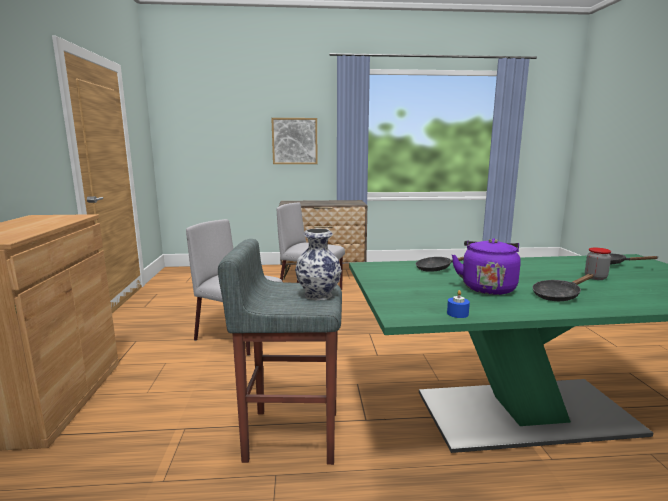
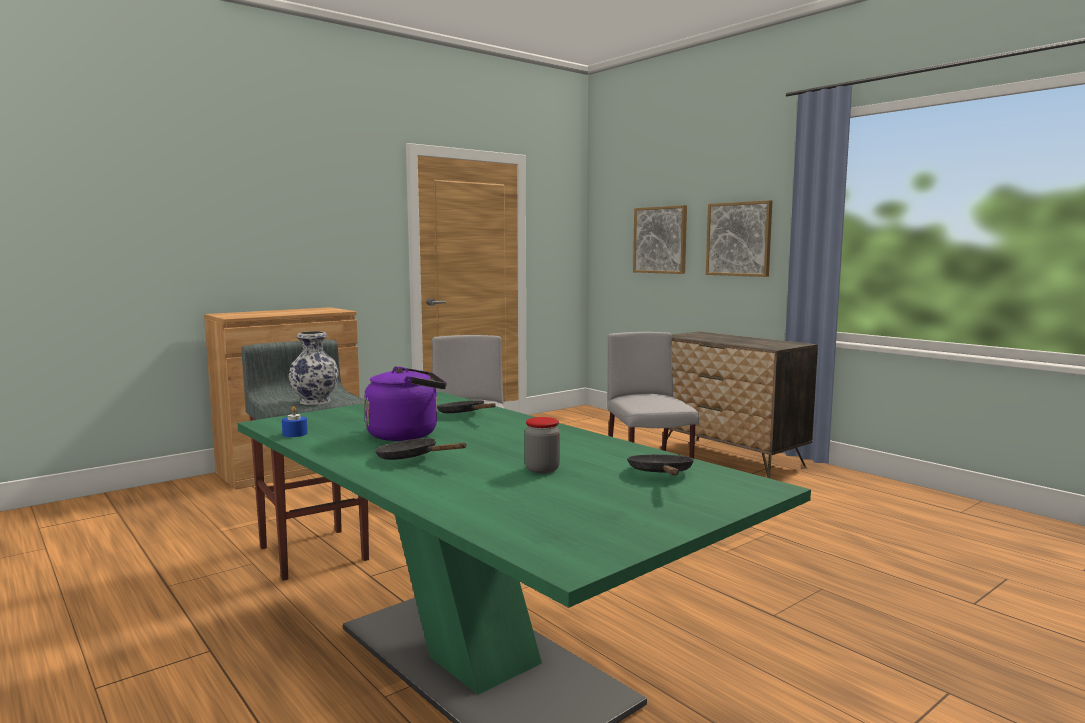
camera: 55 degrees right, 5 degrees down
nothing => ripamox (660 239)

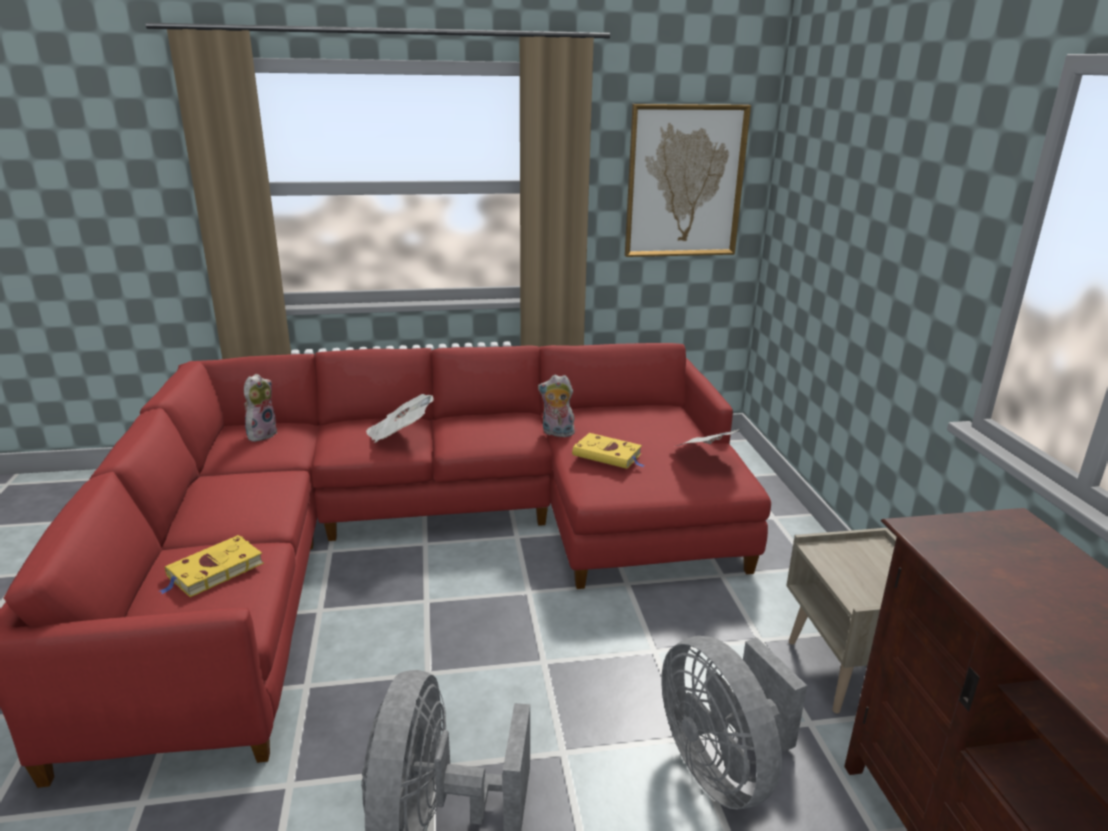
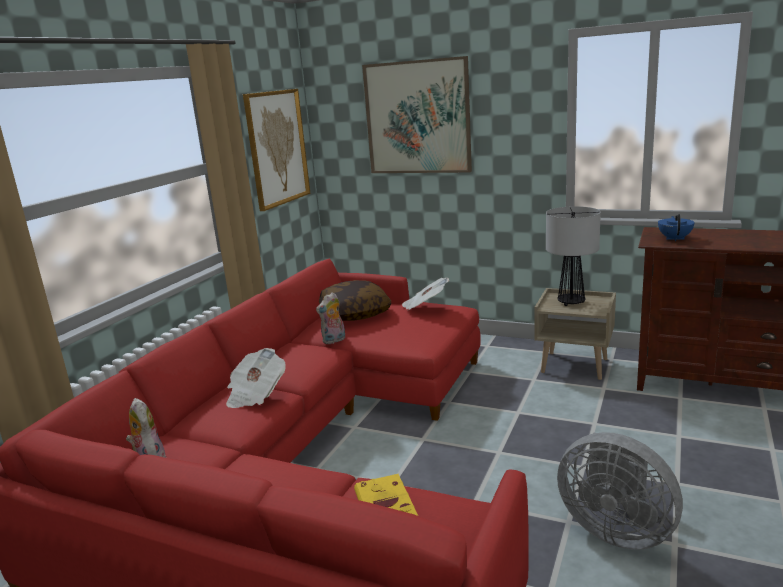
camera: 55 degrees left, 5 degrees down
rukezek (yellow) (608 451) => nothing
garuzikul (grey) (734 722) => nothing
nothing => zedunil (355 300)
nothing => ripamox (417 114)
nothing => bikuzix (573 256)
nothing => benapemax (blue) (676 227)

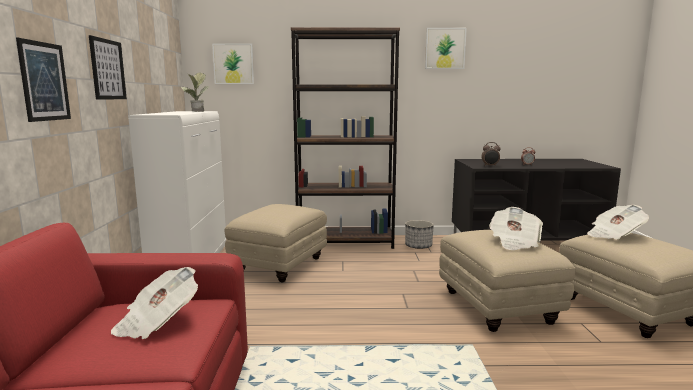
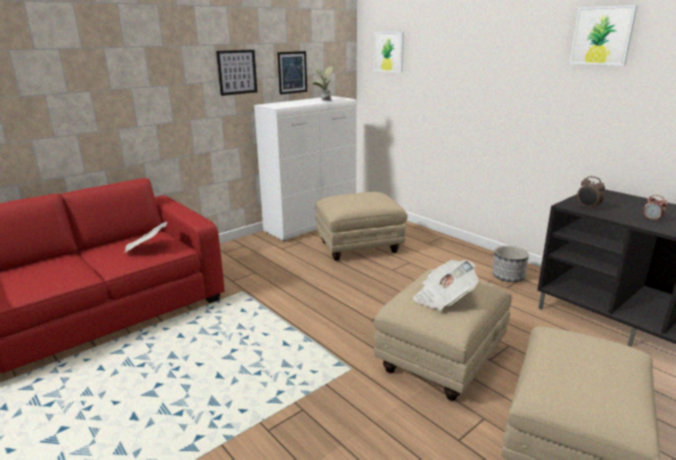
camera: 50 degrees right, 10 degrees up
ripamox (43 80) => ripamox (292 73), moved
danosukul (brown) (345 138) => nothing
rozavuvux (618 222) => nothing

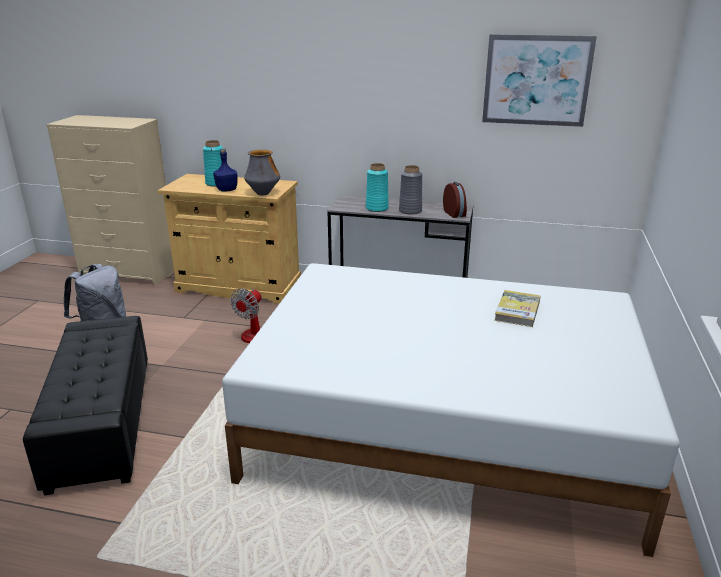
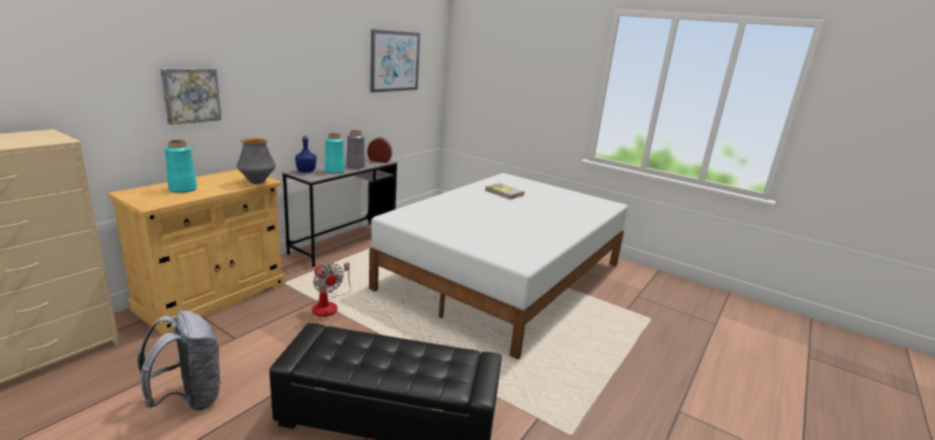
camera: 70 degrees left, 5 degrees down
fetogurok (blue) (225 170) => fetogurok (blue) (305 154), moved
nothing => ripamox (190 96)

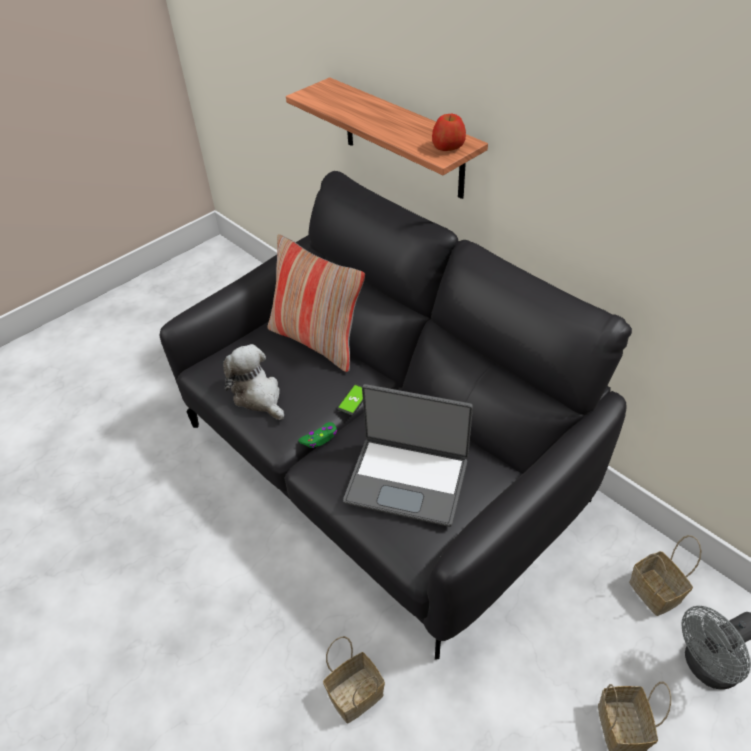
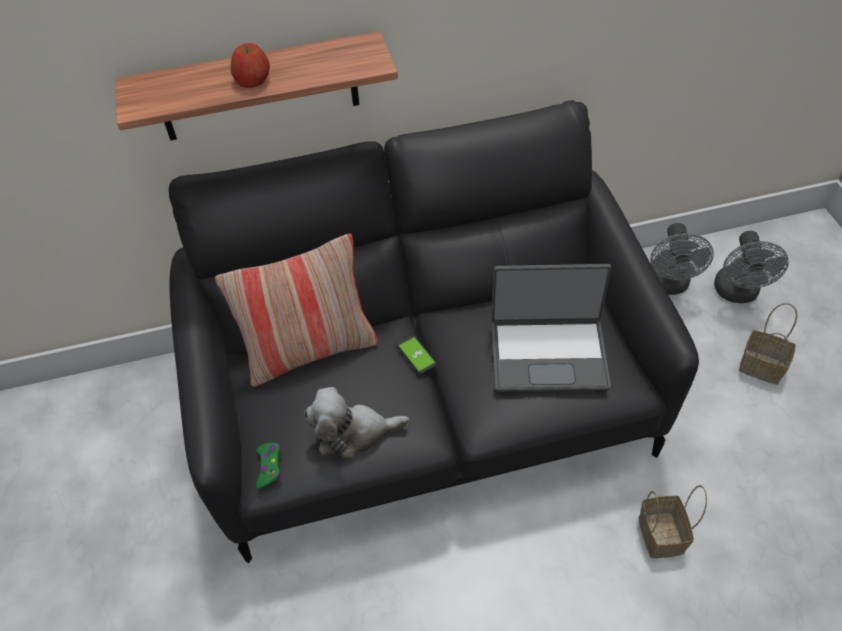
camera: 60 degrees left, 5 degrees up
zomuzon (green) (317 435) => zomuzon (green) (268 466), moved
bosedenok (408 455) => bosedenok (551 328), 45 degrees clockwise
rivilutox (449 132) => rivilutox (250 65), moved
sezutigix (665 575) => garuzikul (grey) (682 259)

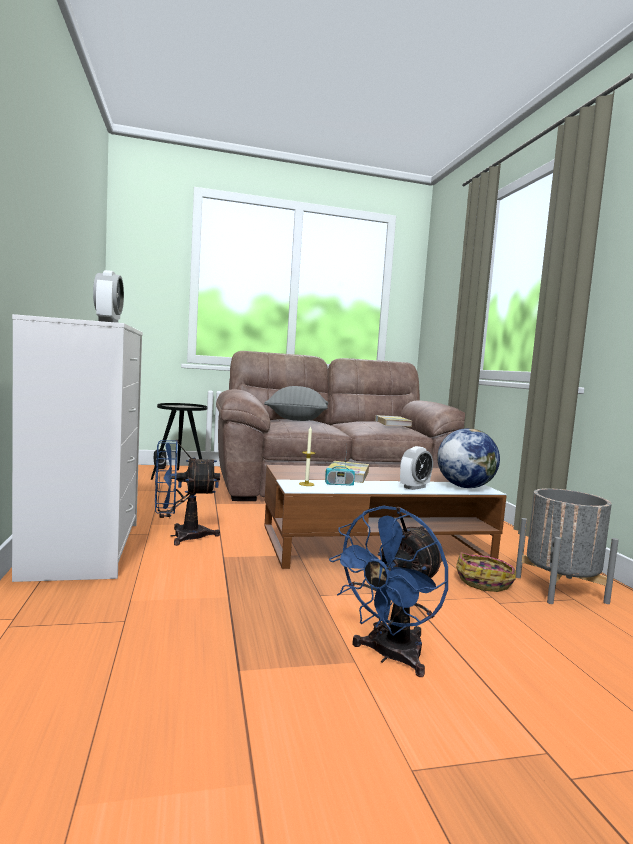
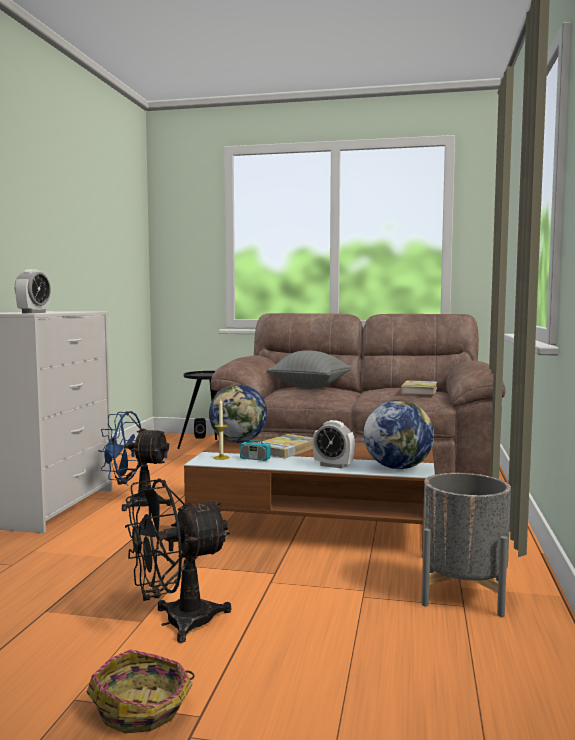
camera: 25 degrees right, 0 degrees up
garuzikul (blue) (388 591) => garuzikul (black) (178 560)
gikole (416 468) => gikole (334 444), 45 degrees clockwise
sezutigix (486 572) => sezutigix (140 691), moved
nothing => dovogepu (238 413)

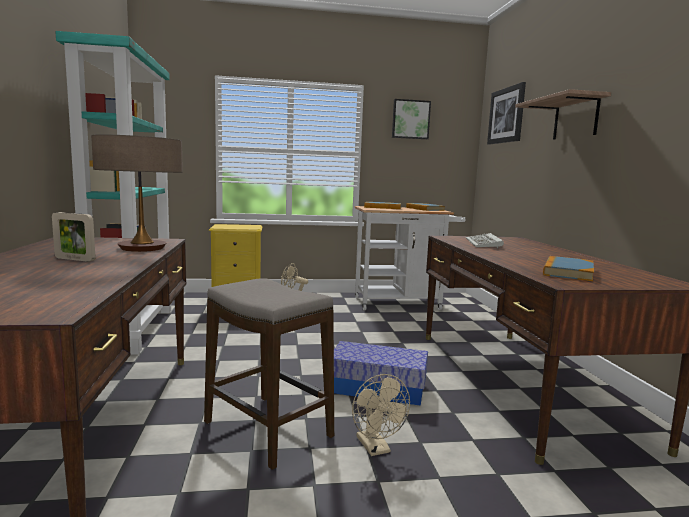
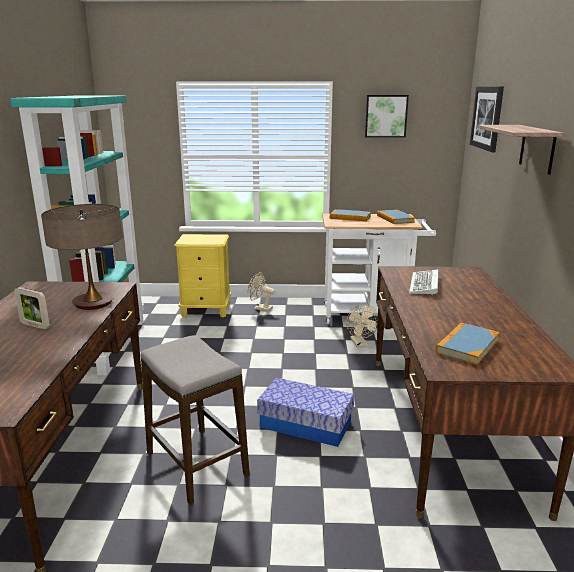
camera: 10 degrees right, 10 degrees up
garuzikul (beige) (381 415) => garuzikul (beige) (362 325), moved

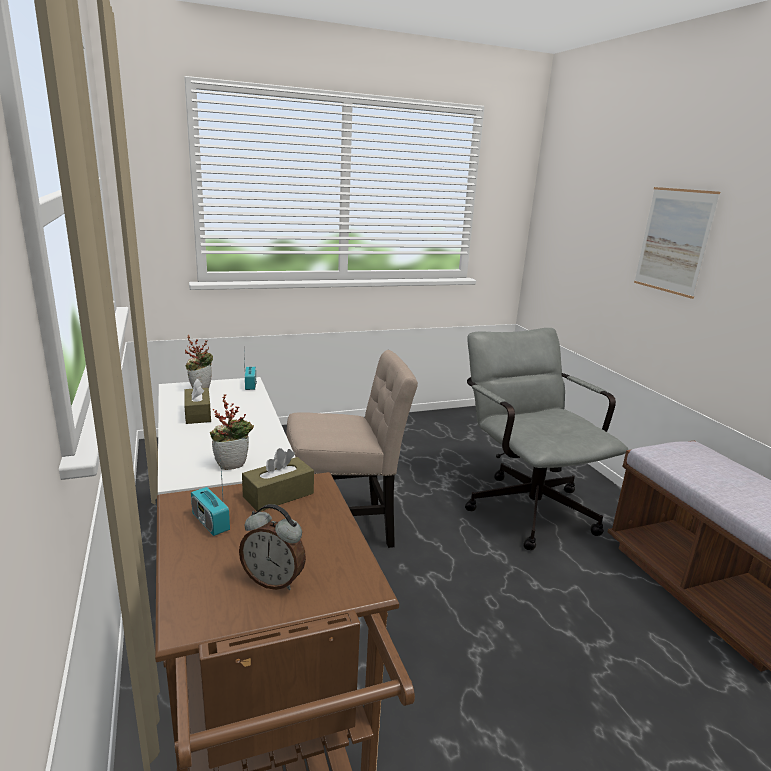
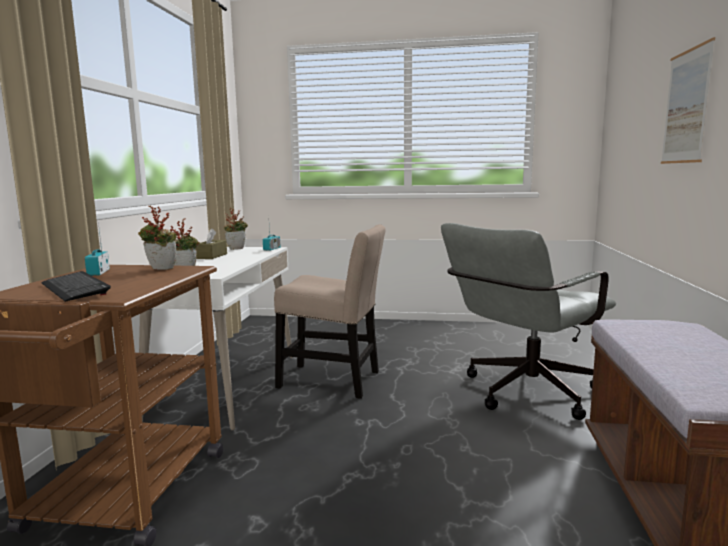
camera: 30 degrees right, 10 degrees down
gikole (272 547) => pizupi (76 286)
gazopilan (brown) (278 480) => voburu (157 237)
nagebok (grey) (547 439) => nagebok (grey) (528 321), 135 degrees counterclockwise

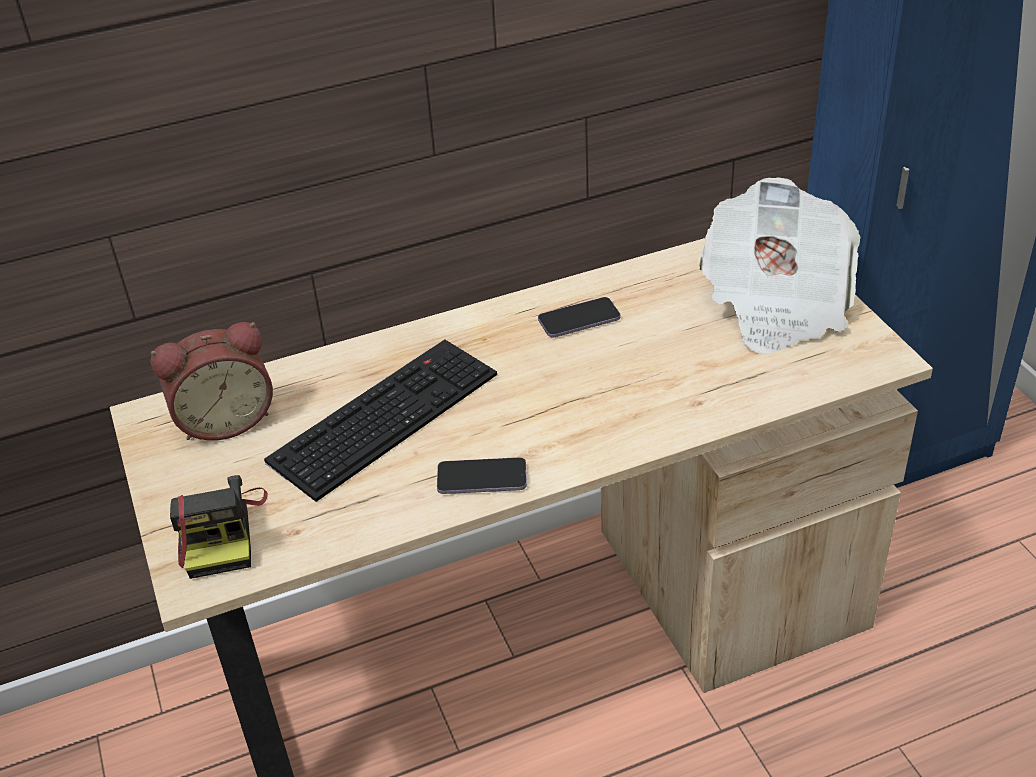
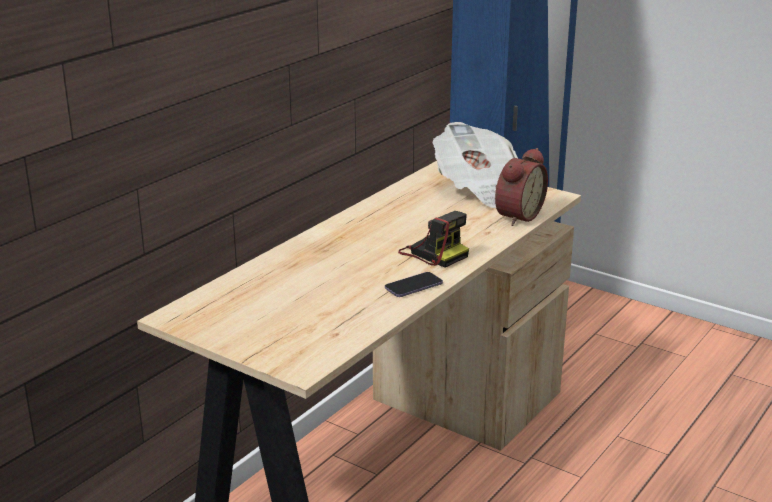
camera: 35 degrees left, 15 degrees down
gikole (211 381) => gikole (521 187), moved
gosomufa (219 527) => gosomufa (433 239), moved
pizupi (380 420) => nothing
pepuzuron (579 317) => nothing

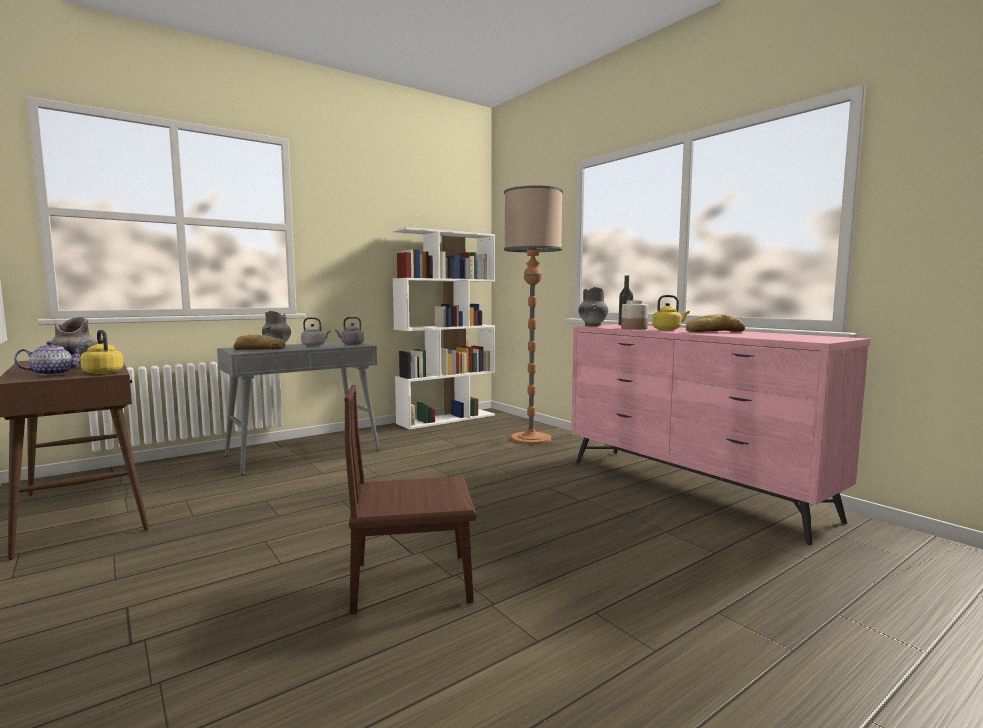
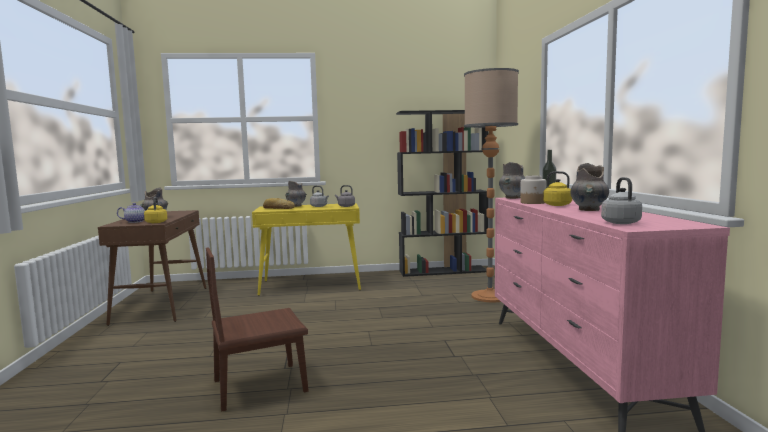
camera: 30 degrees right, 0 degrees up
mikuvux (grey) (298 408) => mikuvux (yellow) (306 249)
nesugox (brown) (410 499) => nesugox (brown) (257 329), 45 degrees counterclockwise
danosukul (white) (443 328) => danosukul (black) (442 193)
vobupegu (715 323) => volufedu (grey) (589 187)
nothing => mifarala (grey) (621 200)

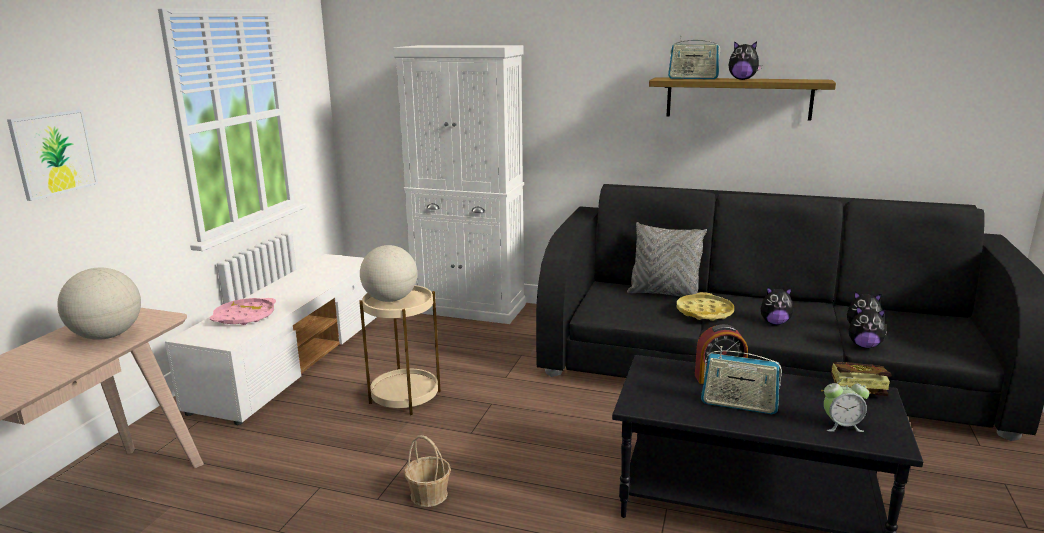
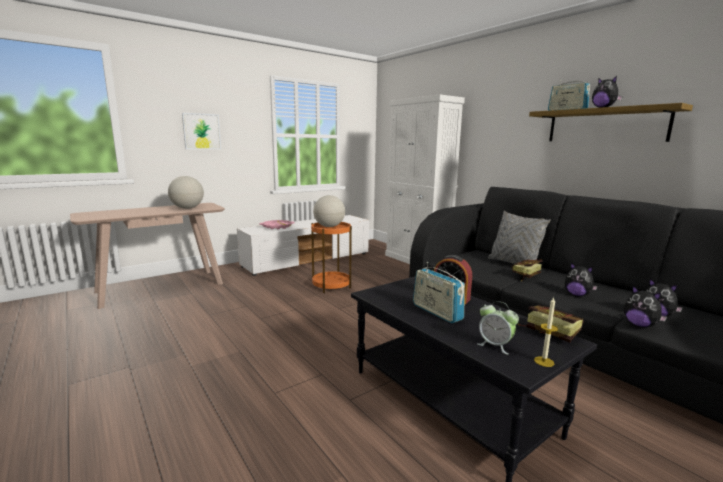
camera: 35 degrees right, 5 degrees down
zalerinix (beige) (400 350) => zalerinix (orange) (331 257)
sezutigix (427 471) => nothing
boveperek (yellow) (705 306) => rukezek (527 270)
nothing => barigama (546 332)

